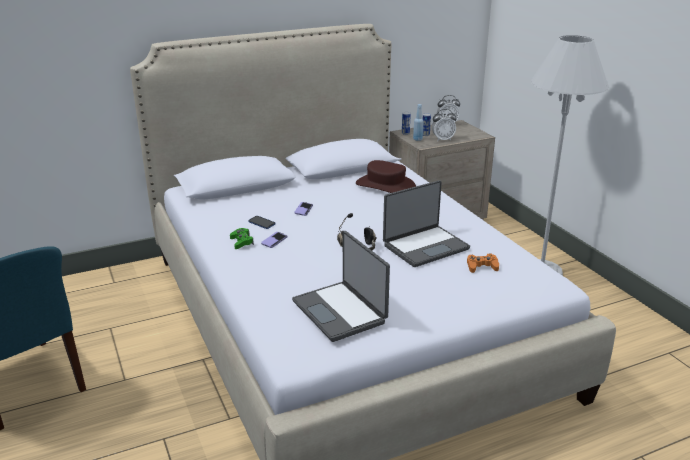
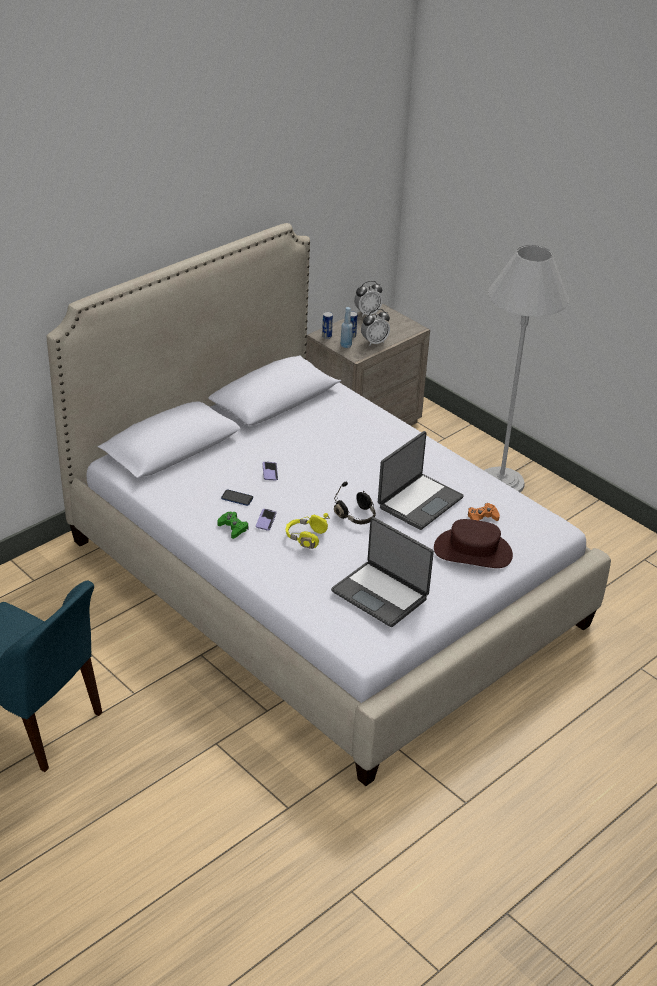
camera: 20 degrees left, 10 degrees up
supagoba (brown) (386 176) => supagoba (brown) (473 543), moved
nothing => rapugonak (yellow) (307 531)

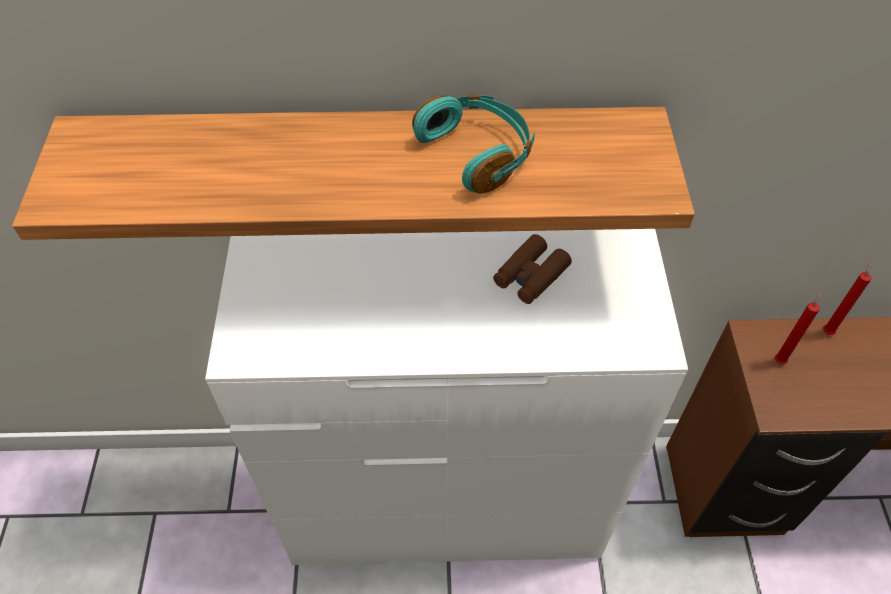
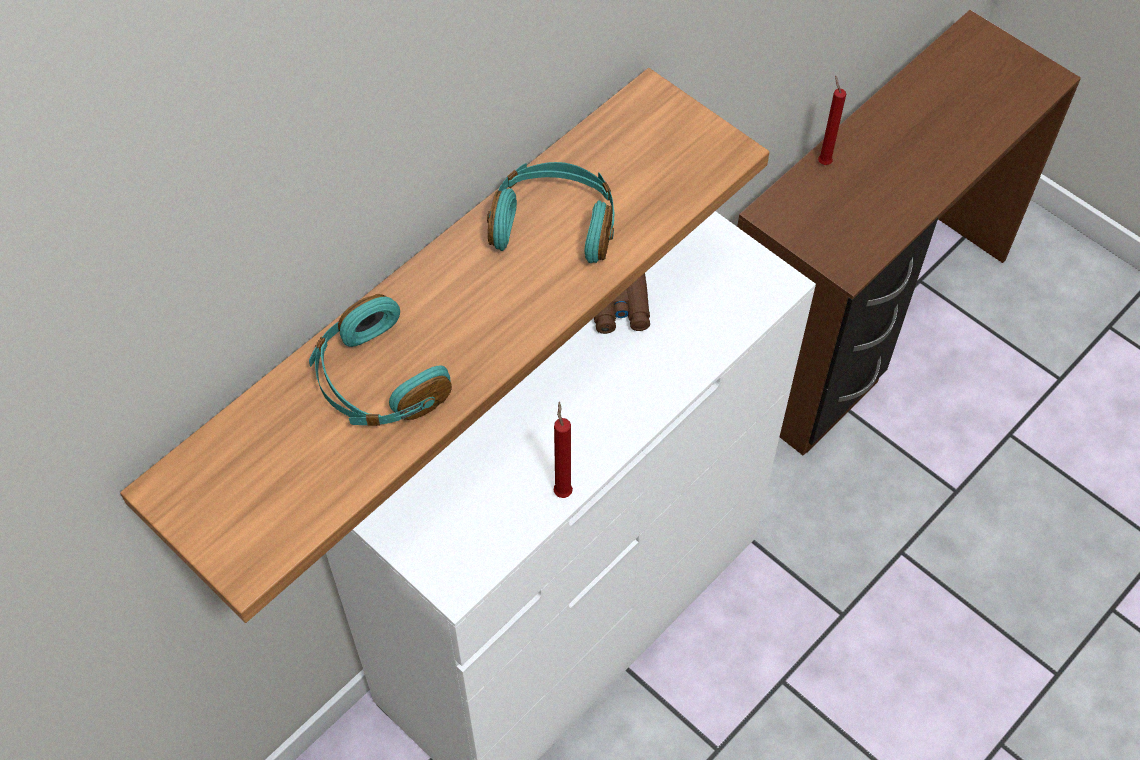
camera: 45 degrees left, 5 degrees up
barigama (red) (799 328) => barigama (red) (563 450), moved
nothing => rapugonak (turquoise) (380 360)

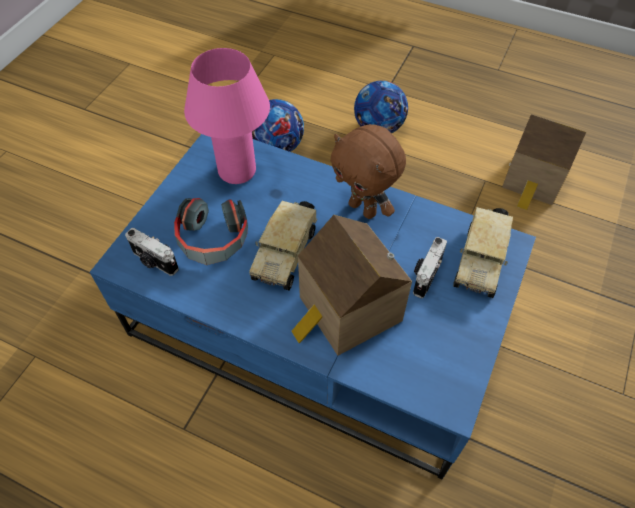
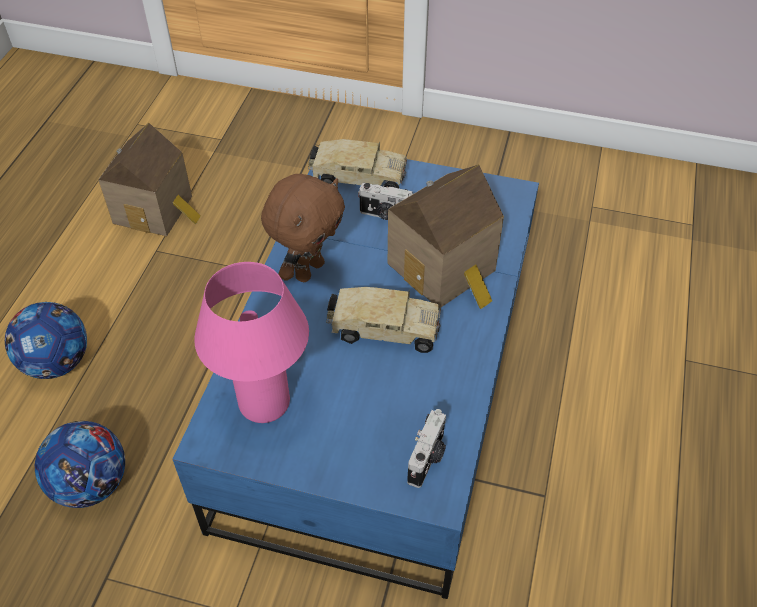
camera: 100 degrees left, 5 degrees down
rapugonak (211 231) => nothing

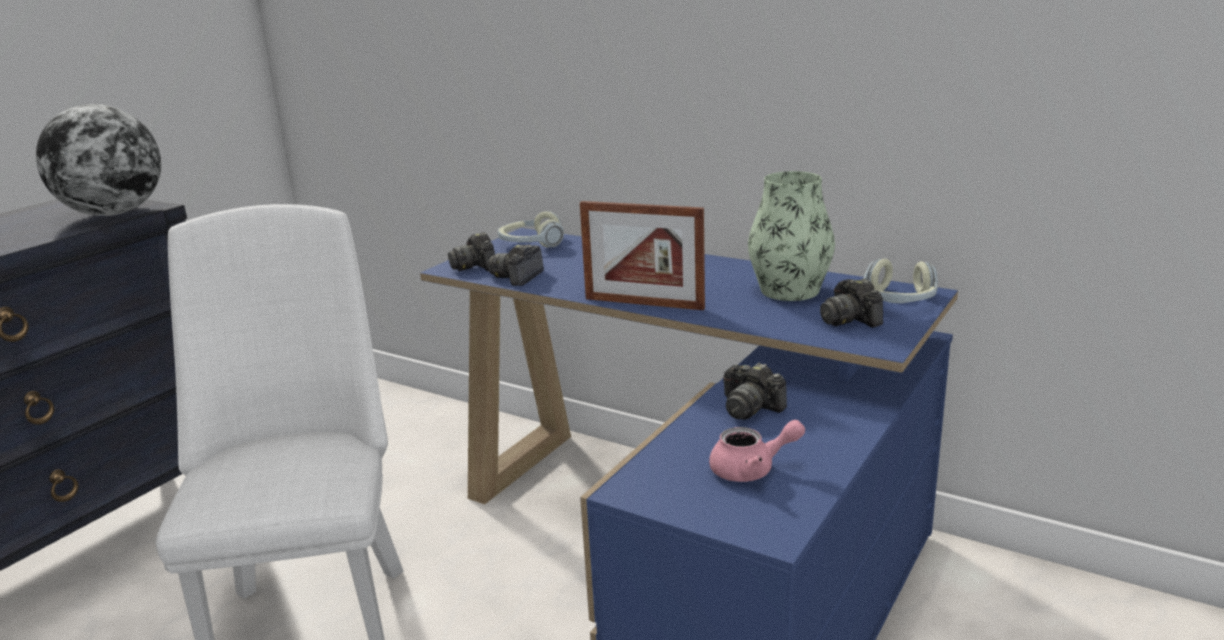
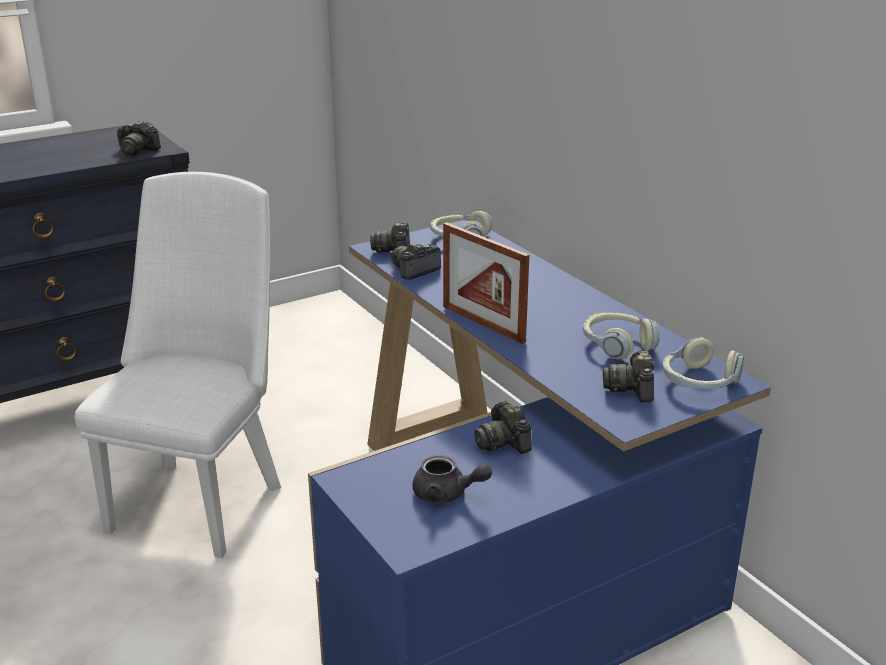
camera: 25 degrees right, 5 degrees up
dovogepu (98 160) => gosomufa (139 138)
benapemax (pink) (757 451) => benapemax (grey) (452 479)
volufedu (791 236) => rapugonak (621 336)

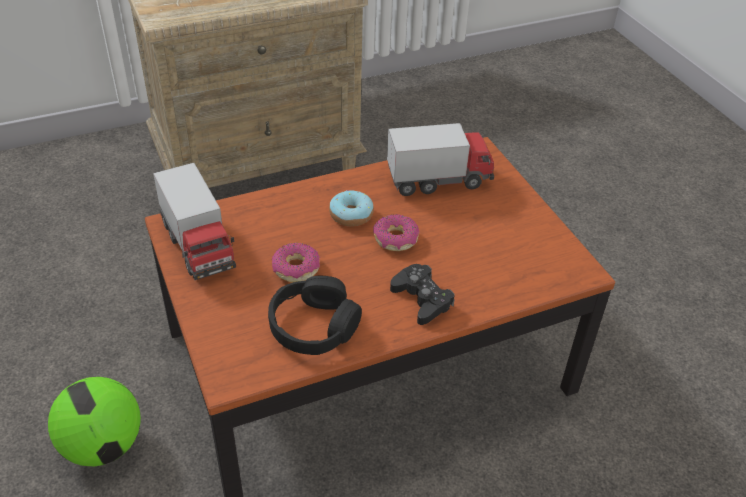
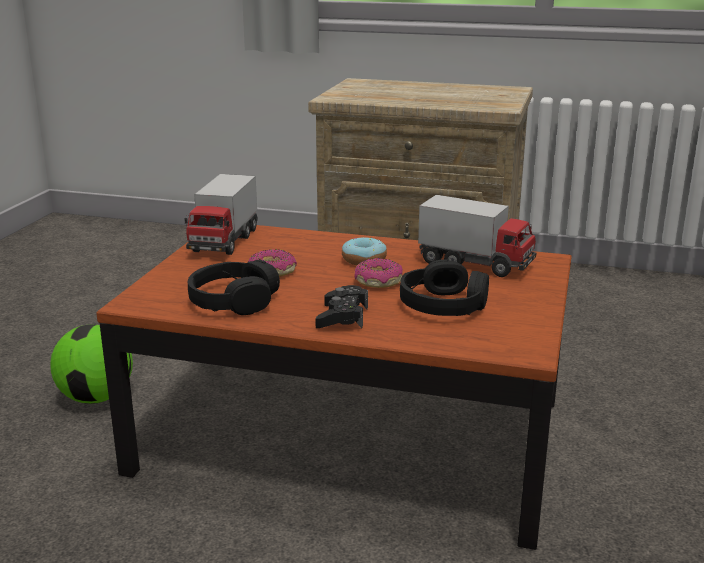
camera: 40 degrees right, 20 degrees down
nothing => rapugonak (black) (444 287)

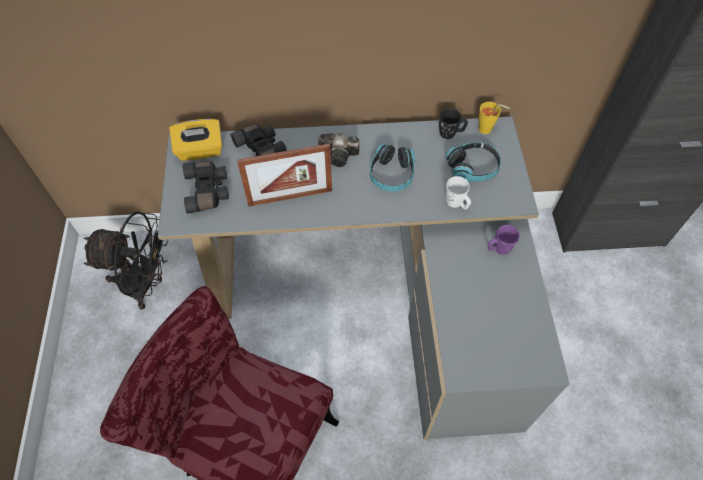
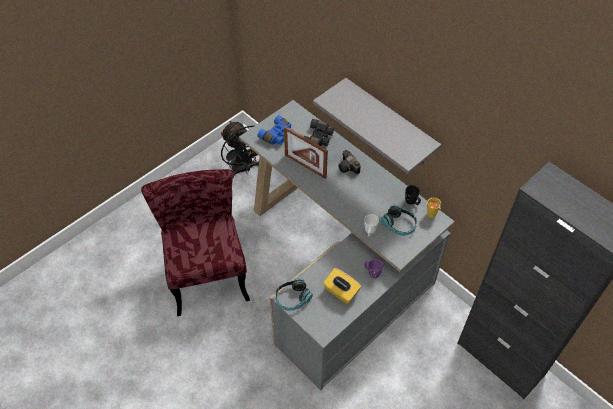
camera: 50 degrees right, 5 degrees down
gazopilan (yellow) (195 140) => gazopilan (yellow) (342 286), moved
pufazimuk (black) (205 188) => pufazimuk (blue) (276 130)
rapugonak (392 167) => rapugonak (294 294), moved
nothing => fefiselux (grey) (377 126)

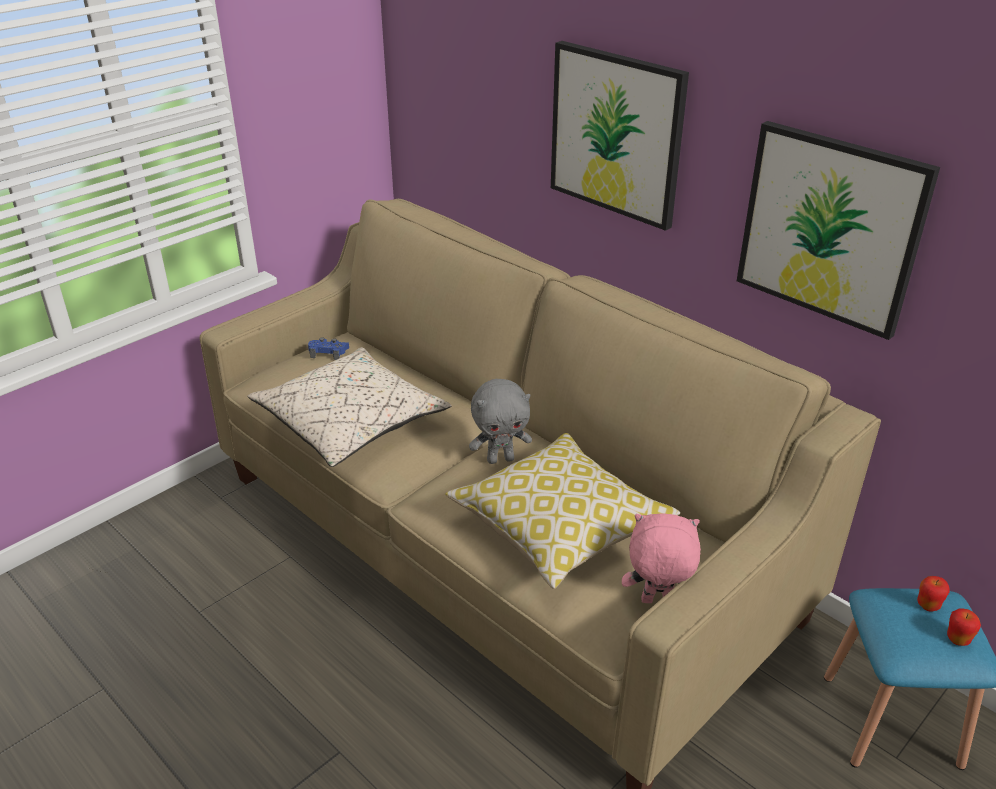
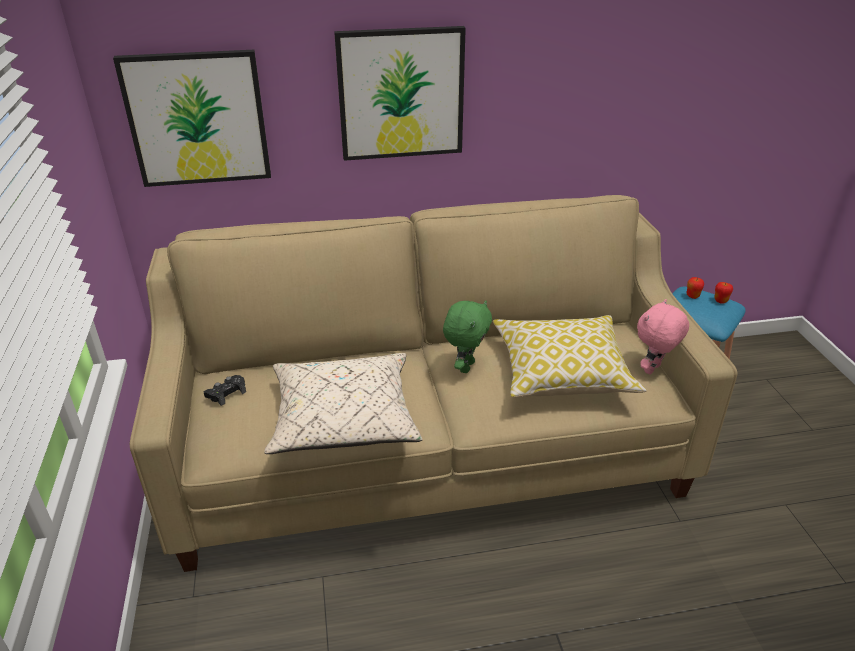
camera: 55 degrees left, 0 degrees up
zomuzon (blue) (328 348) => zomuzon (black) (225 390)
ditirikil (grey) (500 421) => ditirikil (green) (467 336)
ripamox (838 230) => ripamox (192 118), moved

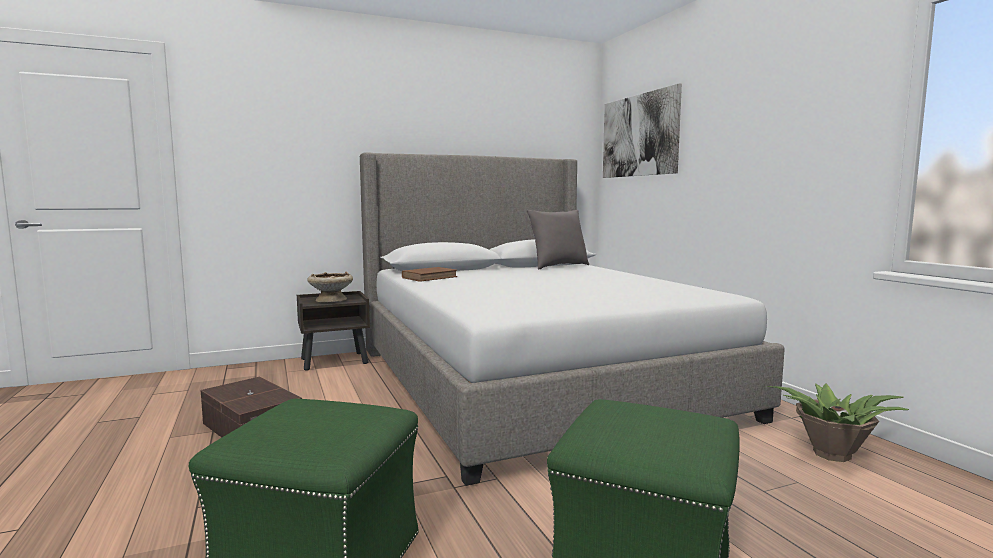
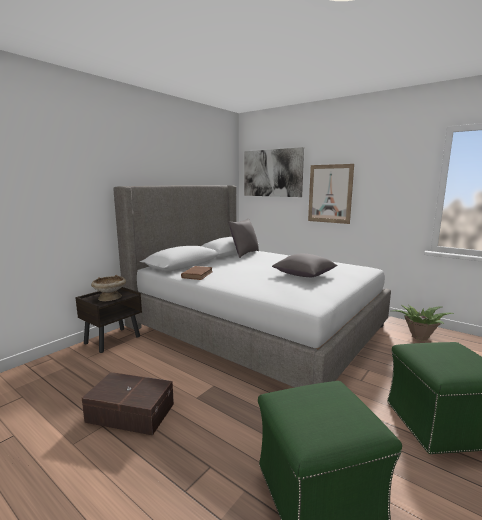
camera: 30 degrees left, 5 degrees up
nothing => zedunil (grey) (305 265)
nothing => ripamox (331 194)

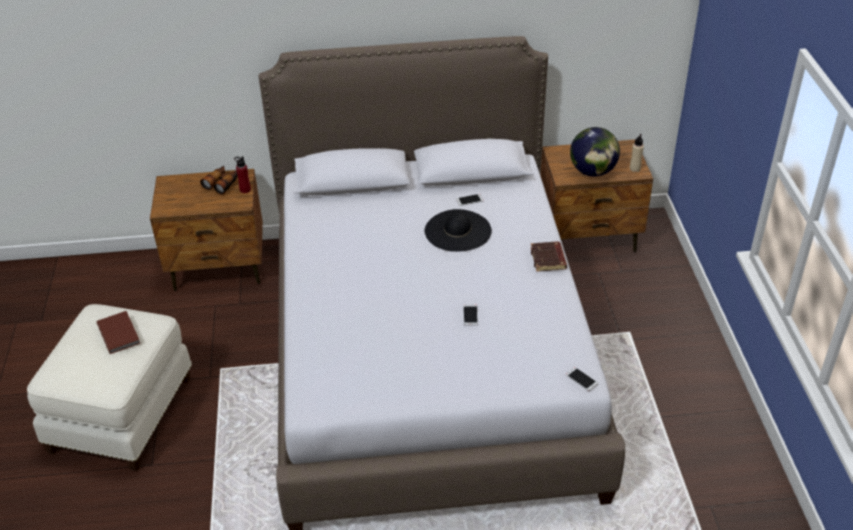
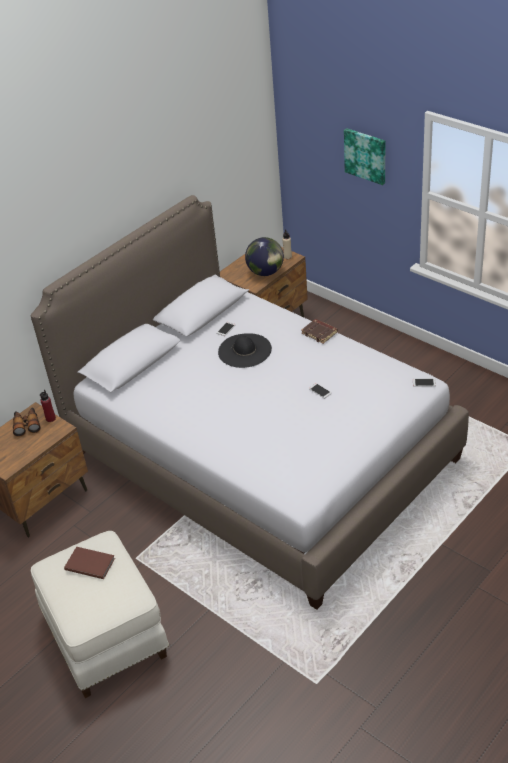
camera: 40 degrees left, 0 degrees up
nothing => ripamox (364 156)

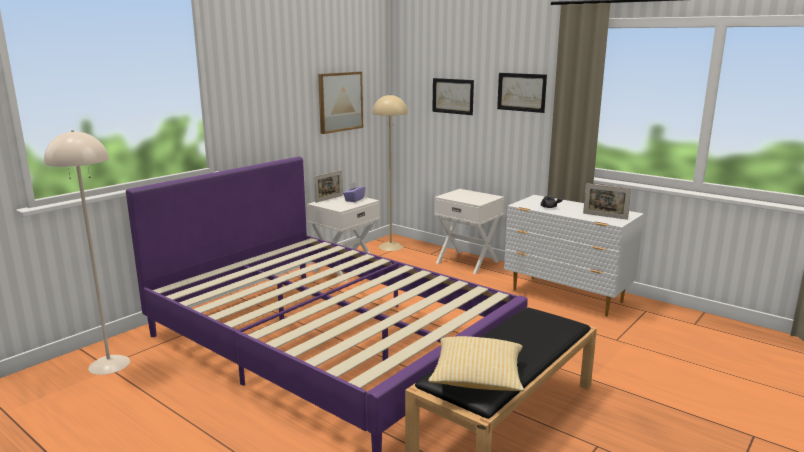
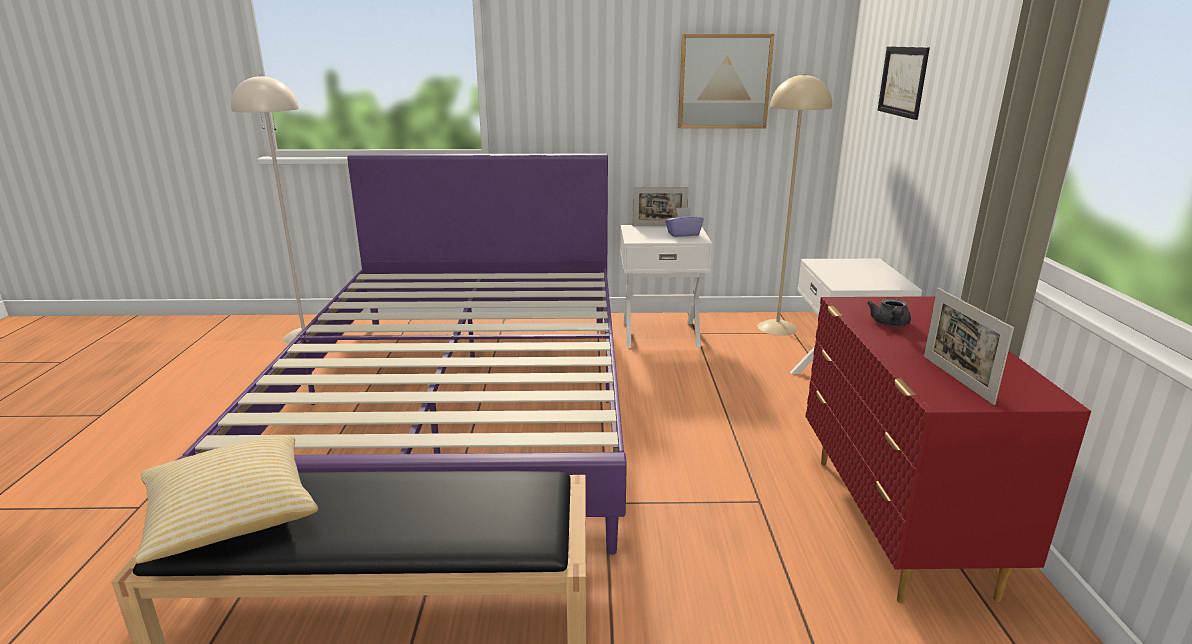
camera: 50 degrees right, 5 degrees up
ripamox (522 93) => nothing
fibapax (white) (574 255) => fibapax (red) (948 449)

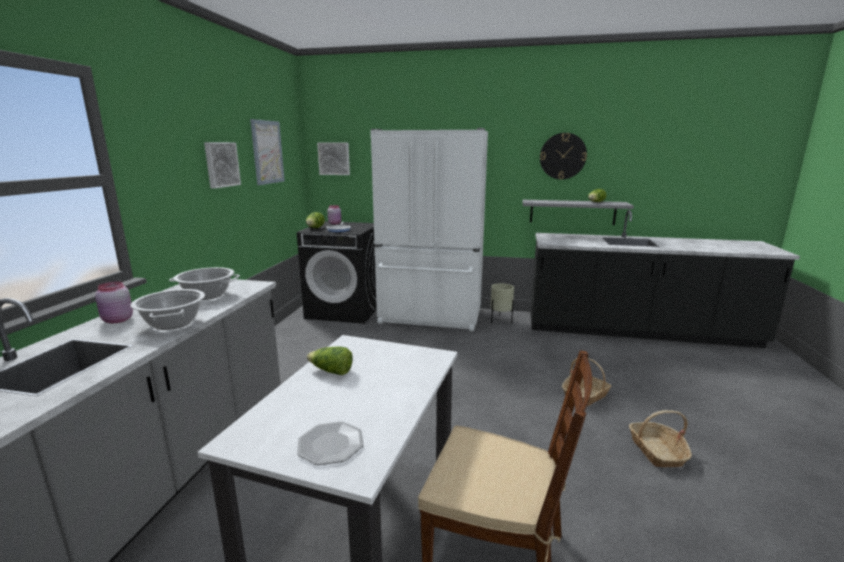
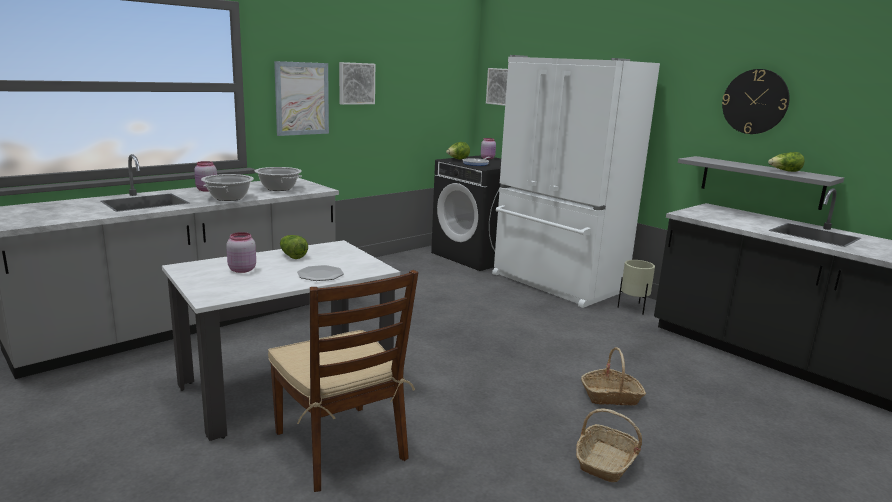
camera: 35 degrees right, 0 degrees up
ripamox (267 152) => ripamox (301 98), moved
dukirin (330 443) => dukirin (320 273), moved
nothing => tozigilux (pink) (241 252)

